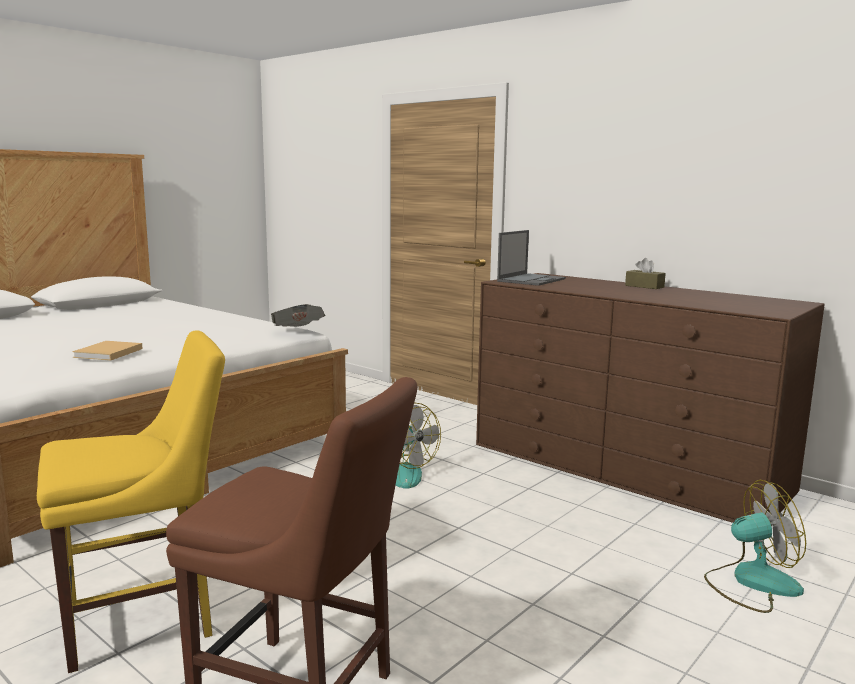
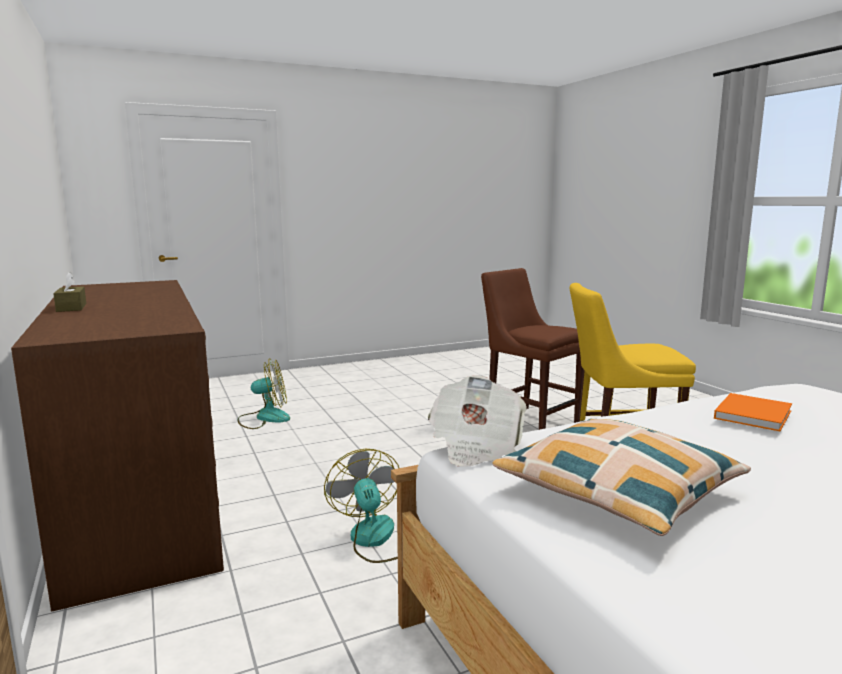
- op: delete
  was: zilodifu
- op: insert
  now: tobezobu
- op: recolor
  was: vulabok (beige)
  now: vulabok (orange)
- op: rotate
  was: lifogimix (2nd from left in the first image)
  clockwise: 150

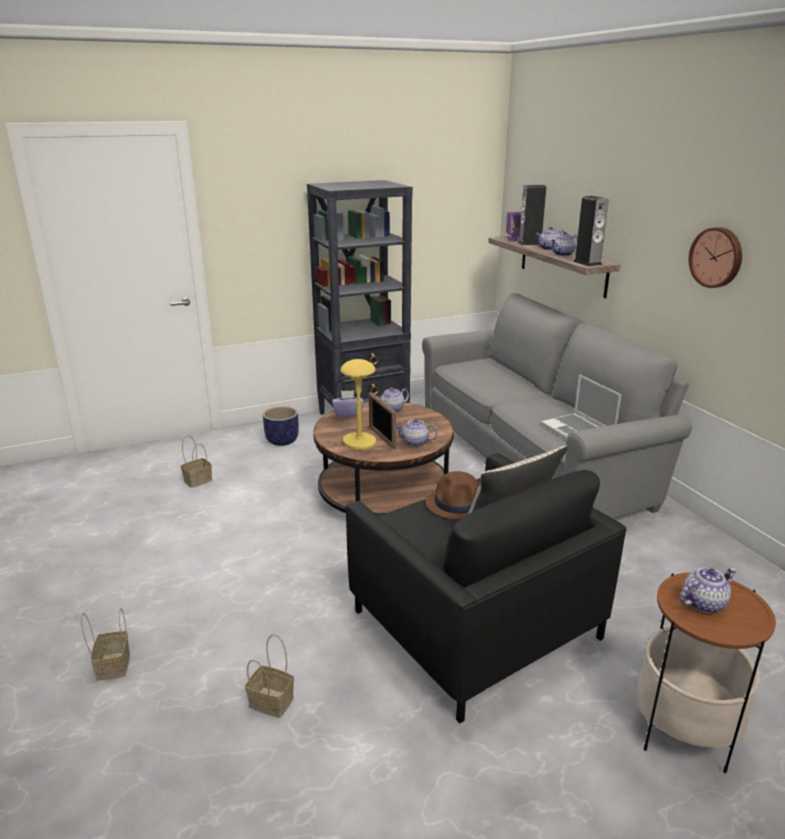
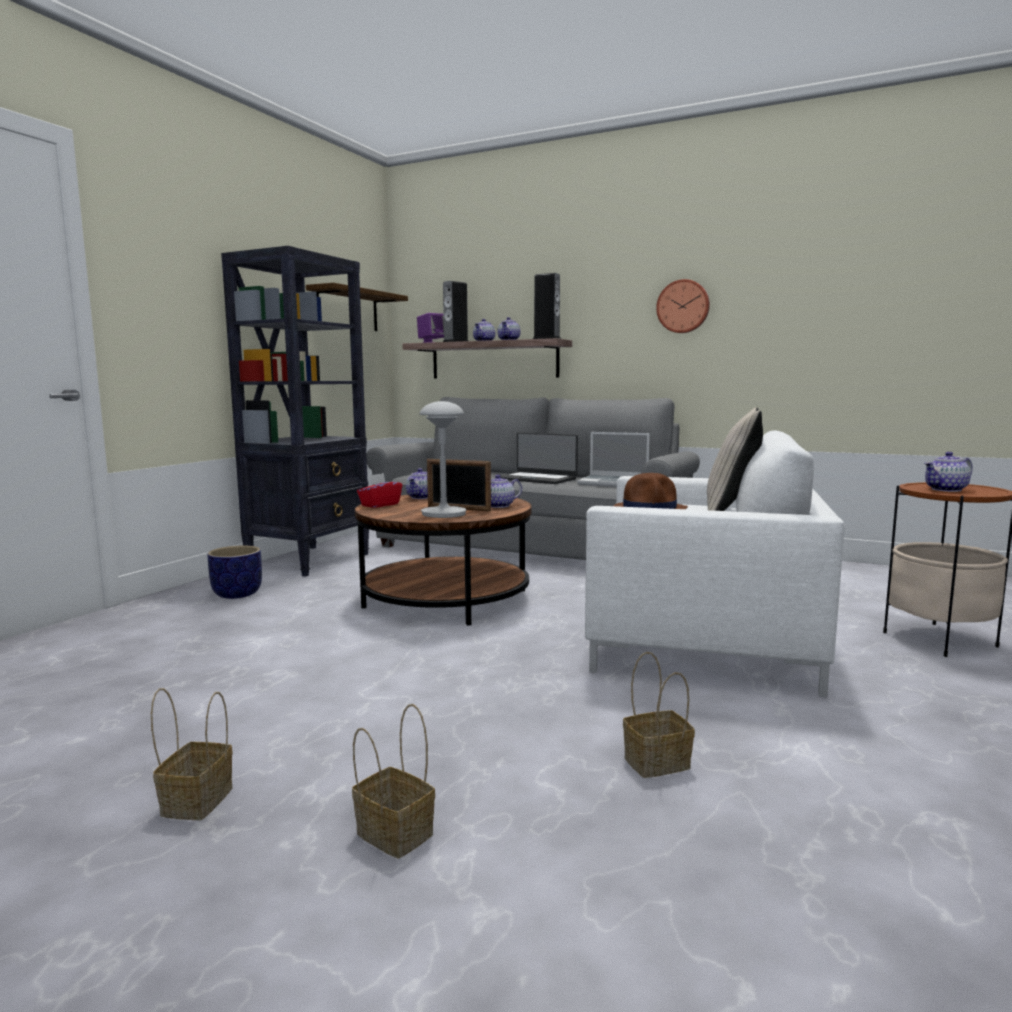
- op: insert
  now: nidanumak (1st from left)
- op: insert
  now: zilodifu (1st from left)
- op: move
  was: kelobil (2nd from left in the first image)
  now: kelobil (1st from left)
- op: recolor
  was: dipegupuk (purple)
  now: dipegupuk (red)
- op: recolor
  was: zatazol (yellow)
  now: zatazol (grey)
- op: recolor
  was: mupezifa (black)
  now: mupezifa (white)
- op: rotate
  was: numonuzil (5th from left)
  clockwise: -135

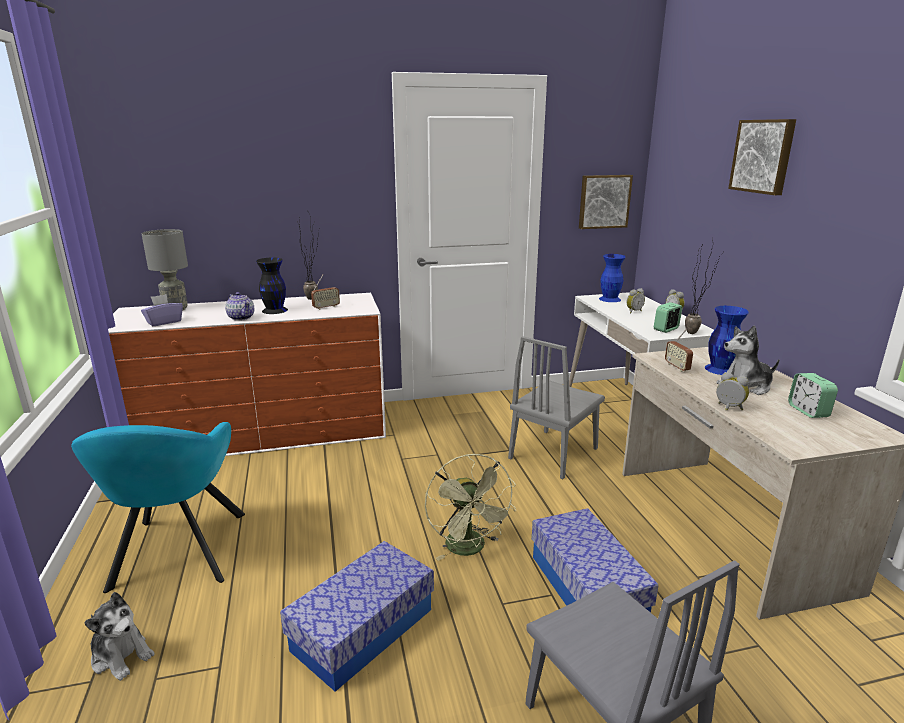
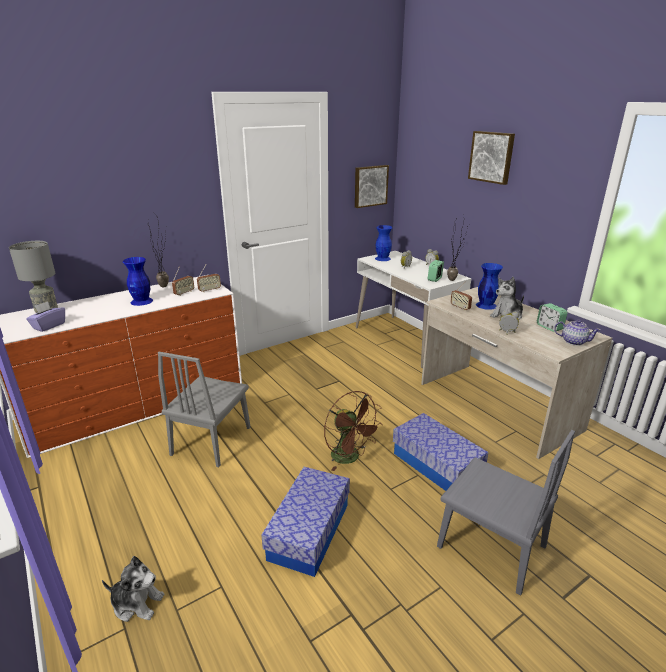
- op: delete
  was: mupezifa (turquoise)
- op: insert
  now: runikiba (2nd from left)
- op: move
  was: numonuzil
- op: move
  was: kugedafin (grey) (1st from left)
- op: recolor
  was: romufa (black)
  now: romufa (blue) (1st from left)
- op: recolor
  was: lifogimix (green)
  now: lifogimix (brown)

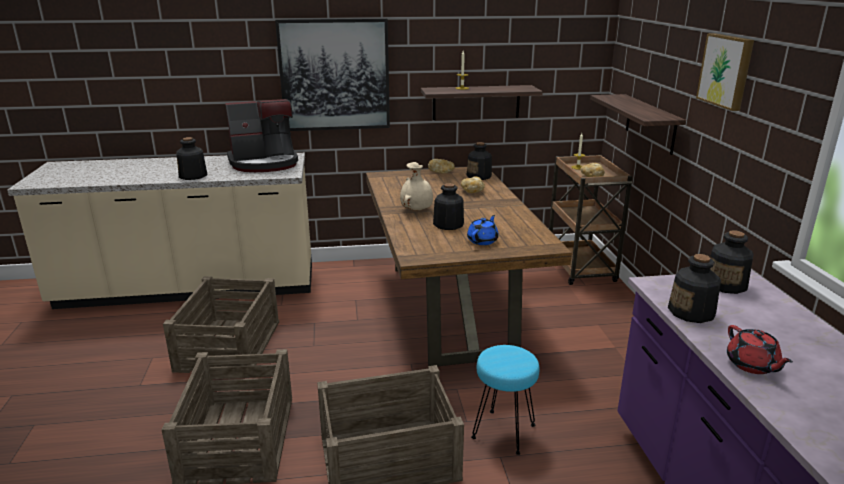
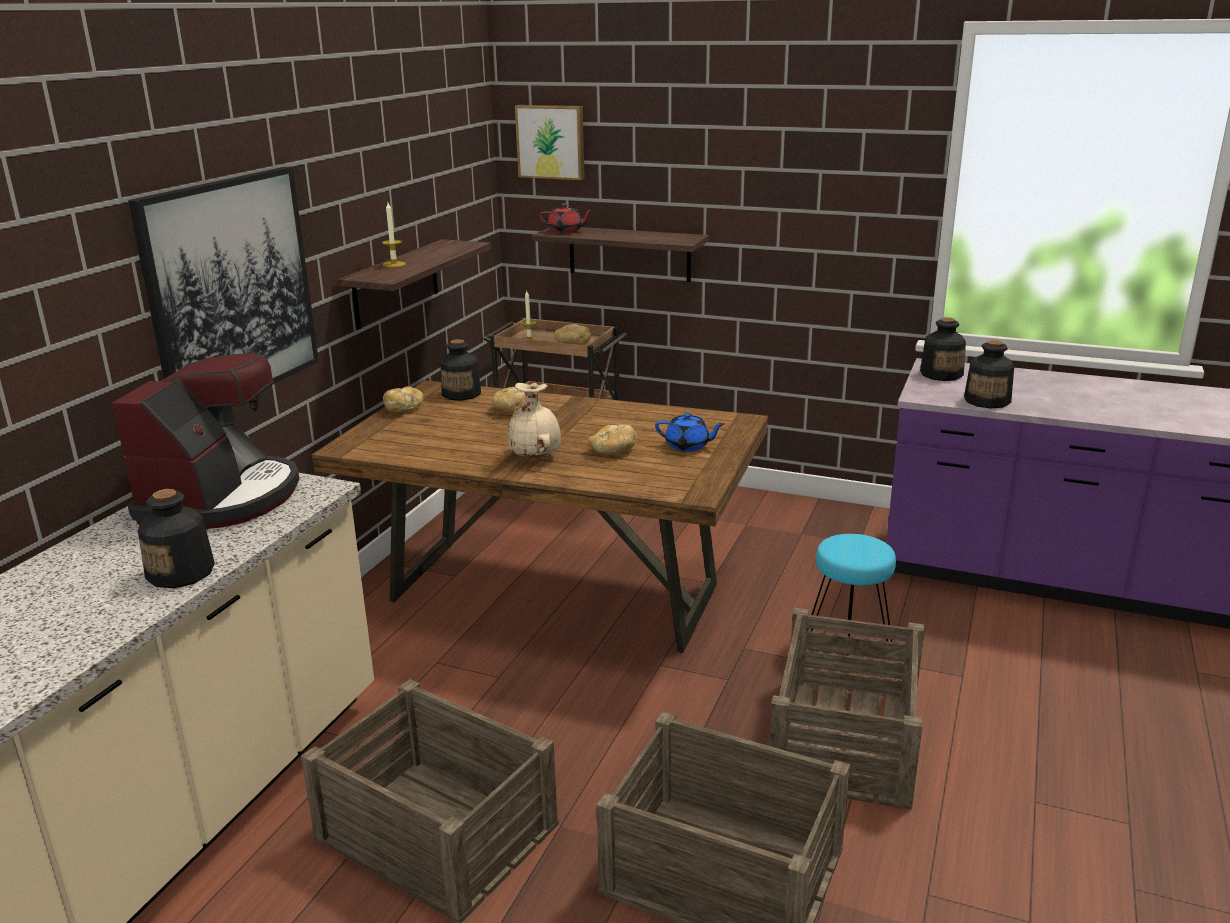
- op: move
  was: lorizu (2nd from left)
- op: move
  was: numonuzil (red)
- op: replace
  was: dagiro (2nd from left)
  now: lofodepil (4th from left)
- op: rotate
  was: numonuzil (blue)
  clockwise: 135

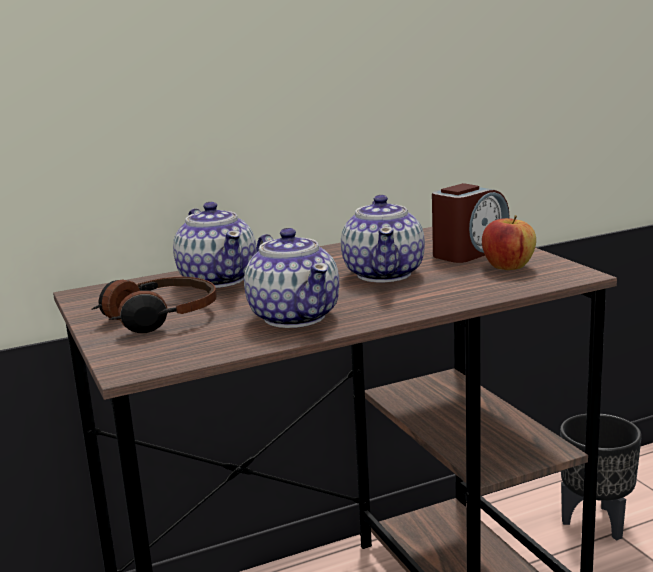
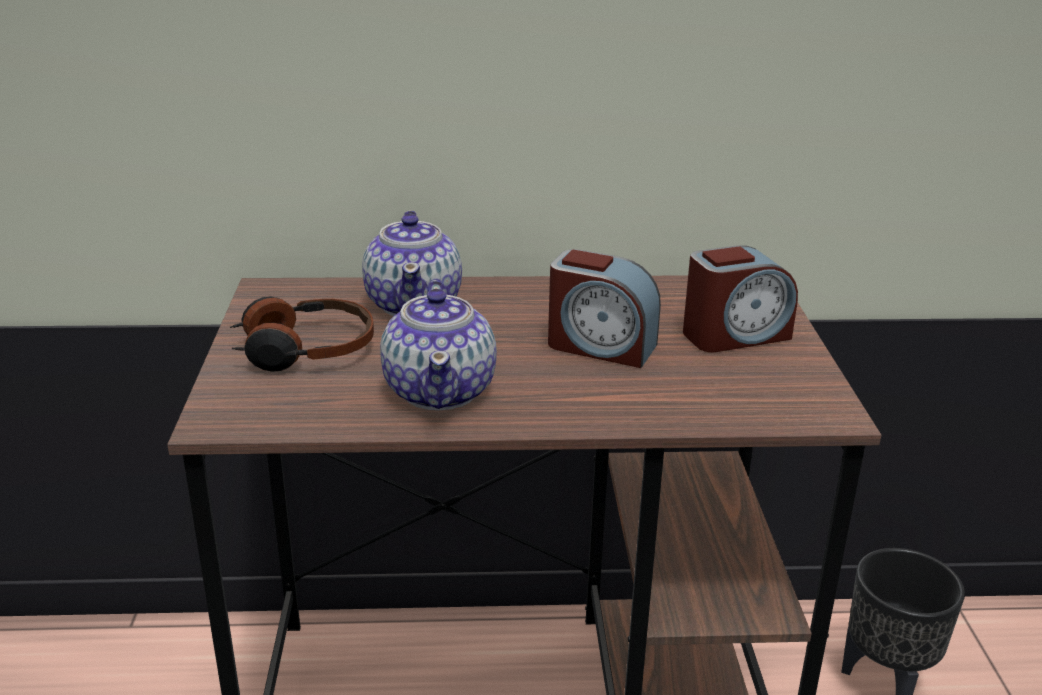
- op: delete
  was: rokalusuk
- op: replace
  was: numonuzil (3rd from left)
  now: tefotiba (1st from left)

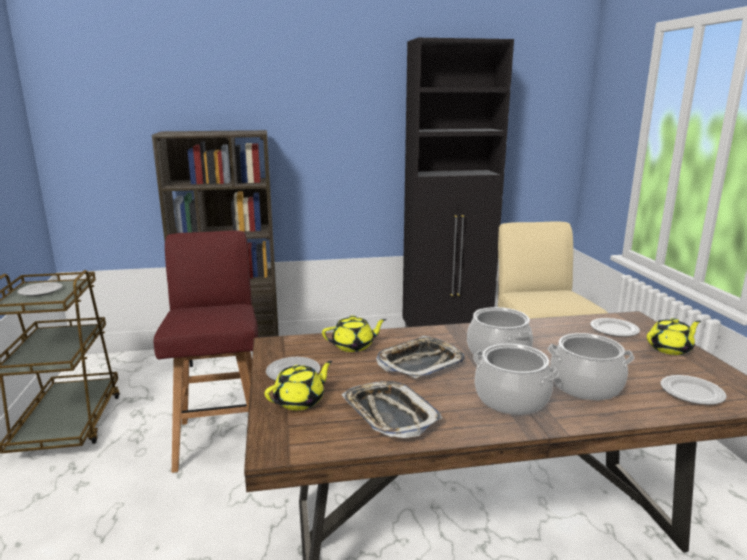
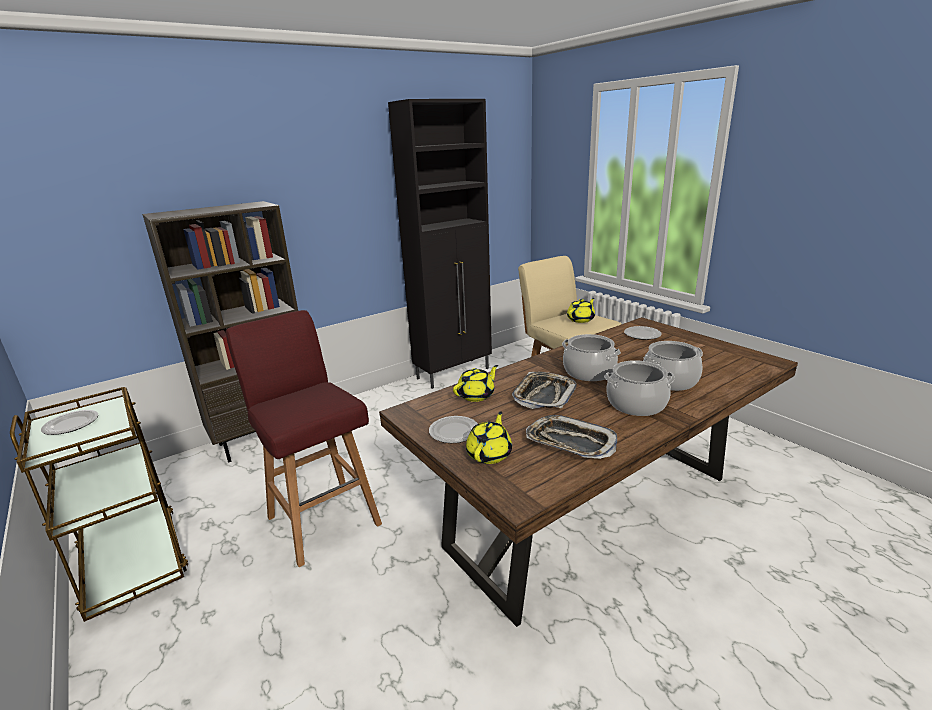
- op: delete
  was: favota (4th from left)
- op: move
  was: numonuzil (yellow) (3rd from left)

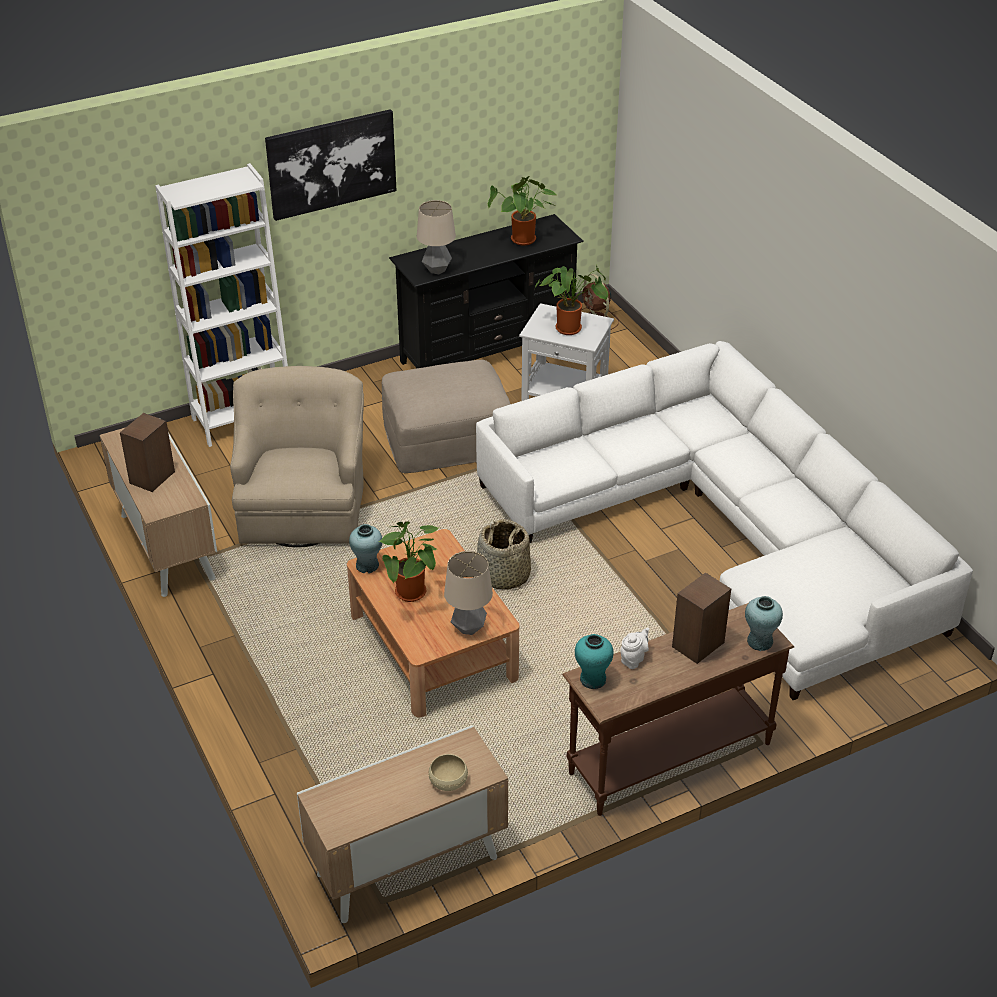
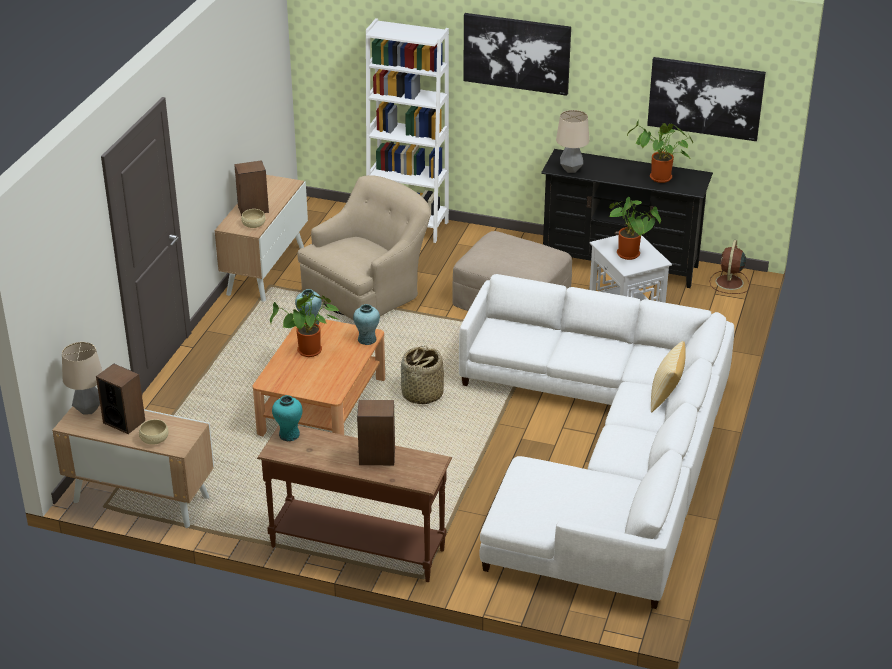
- op: delete
  was: numonuzil (white)
- op: insert
  now: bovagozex (1st from left)
- op: insert
  now: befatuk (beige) (2nd from left)
- op: insert
  now: lorizu (2nd from left)
- op: insert
  now: tobezobu
- op: move
  was: zatazol (2nd from left in the first image)
  now: zatazol (1st from left)
- op: move
  was: romufa (turquoise) (3rd from left)

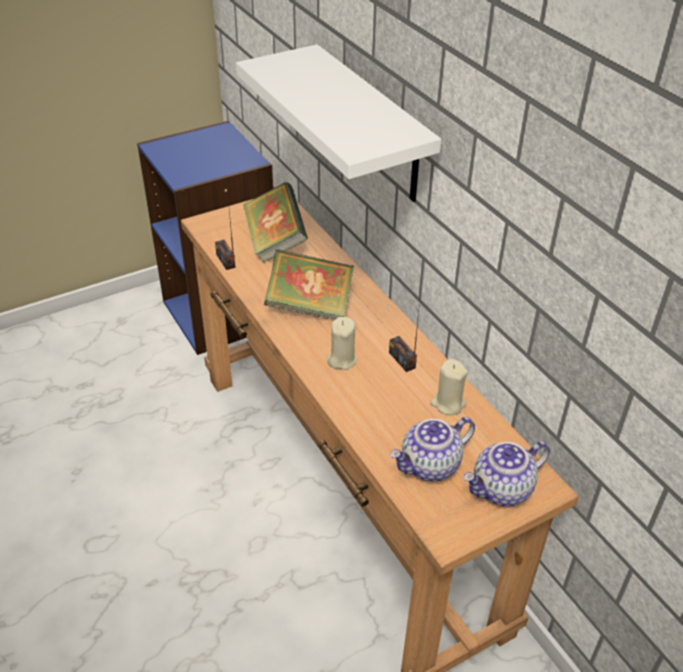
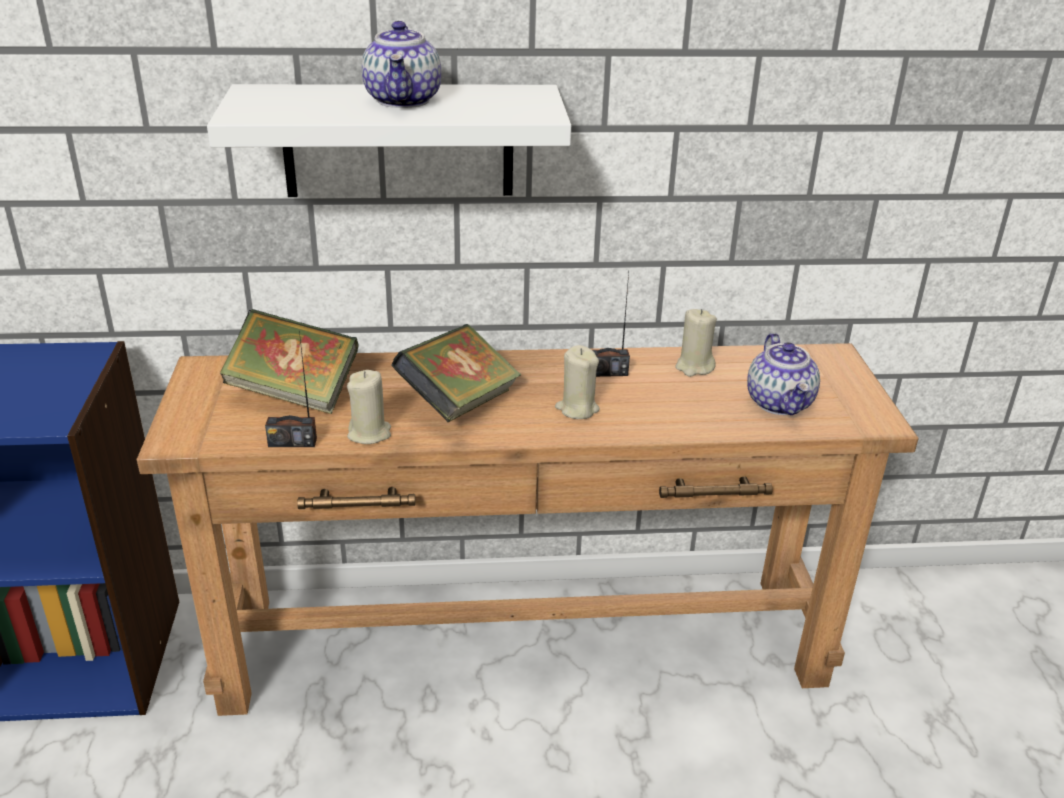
- op: insert
  now: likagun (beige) (1st from left)
- op: move
  was: numonuzil (2nd from left in the first image)
  now: numonuzil (1st from left)

